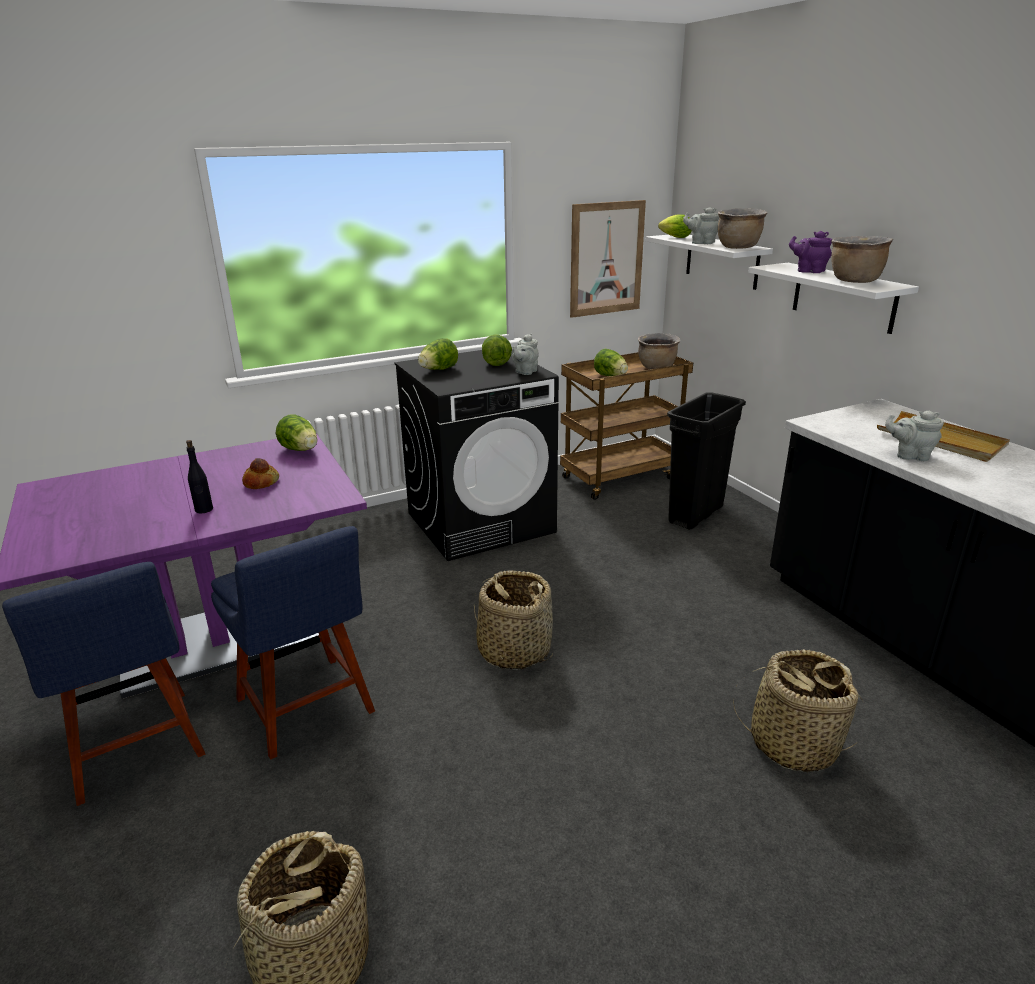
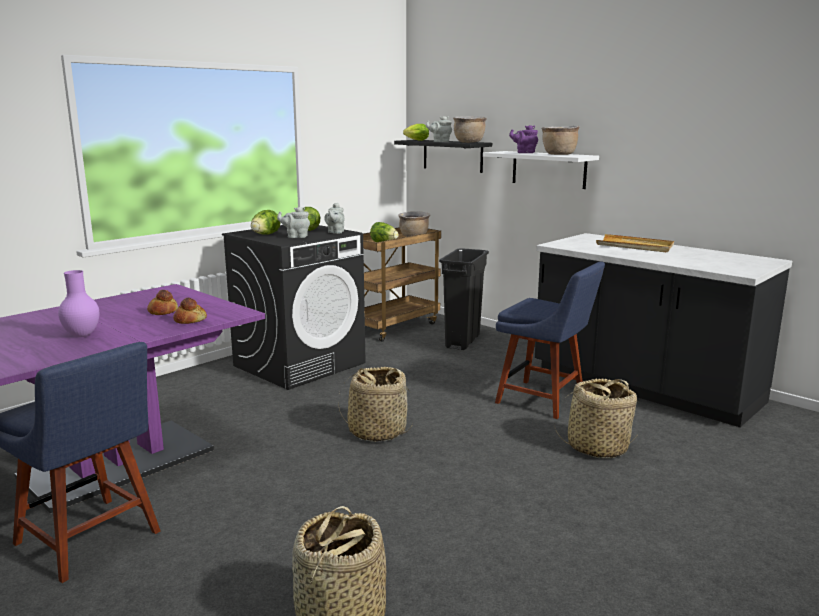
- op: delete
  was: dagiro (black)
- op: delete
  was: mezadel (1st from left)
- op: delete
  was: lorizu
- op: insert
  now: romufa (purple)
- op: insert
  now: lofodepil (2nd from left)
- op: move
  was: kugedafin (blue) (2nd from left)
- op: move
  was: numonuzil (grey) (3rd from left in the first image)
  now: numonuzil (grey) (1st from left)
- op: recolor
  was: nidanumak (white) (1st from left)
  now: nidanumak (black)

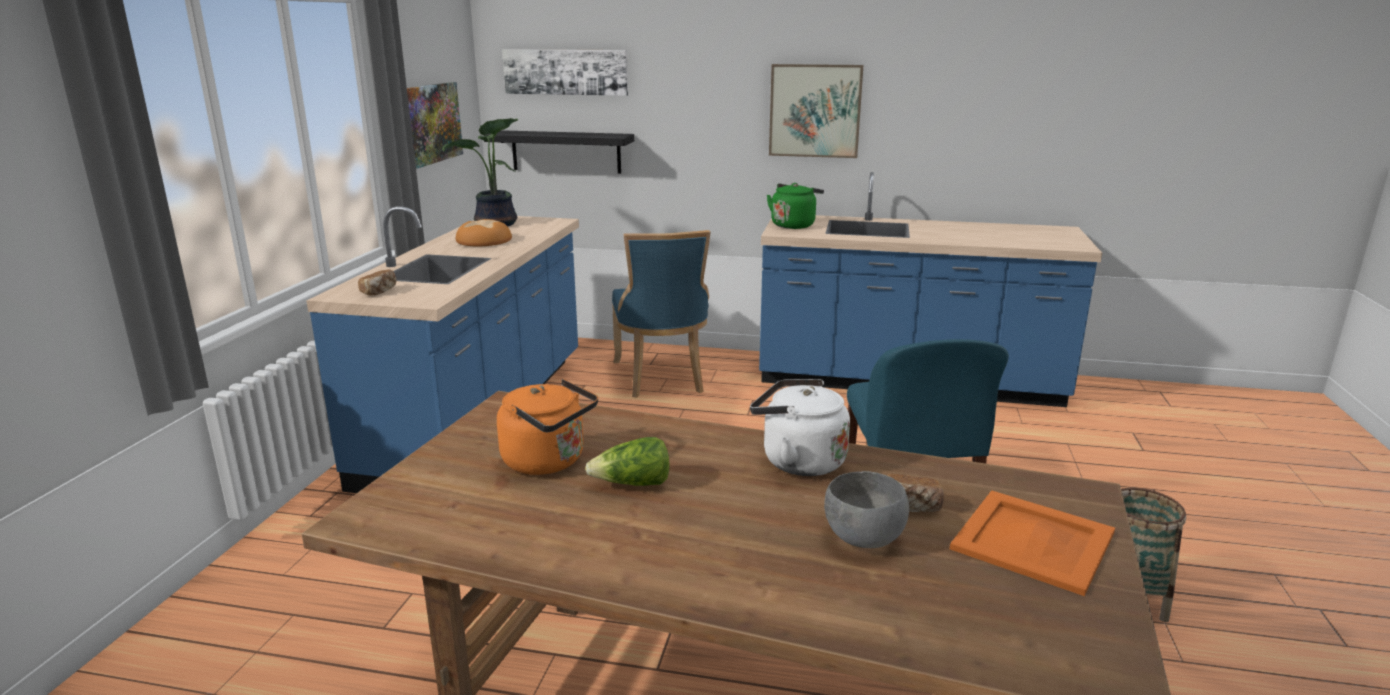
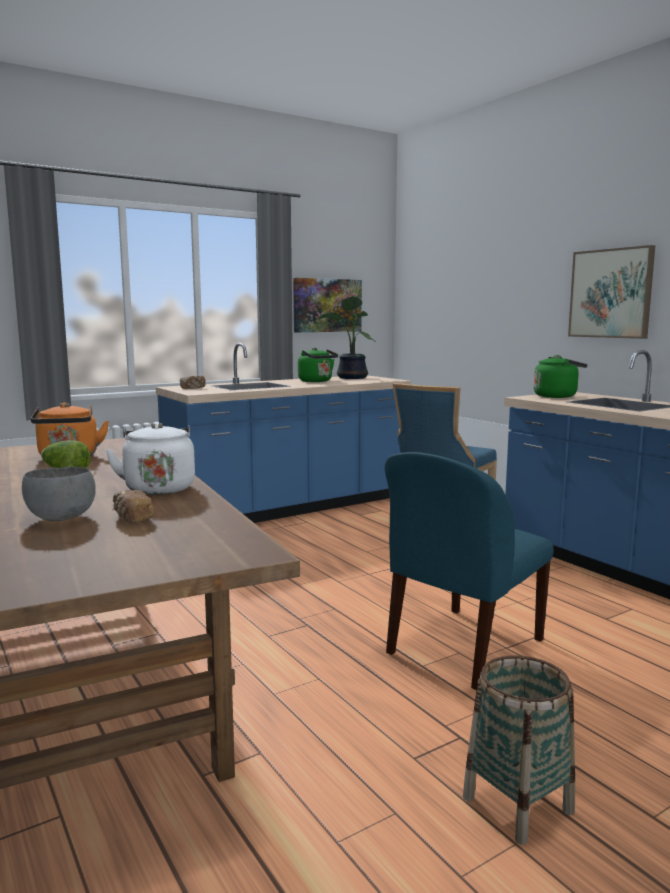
- op: delete
  was: nidanumak (black)
- op: delete
  was: lorizu (2nd from left)
- op: delete
  was: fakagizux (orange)
- op: replace
  was: lofodepil (2nd from left)
  now: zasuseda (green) (1st from left)

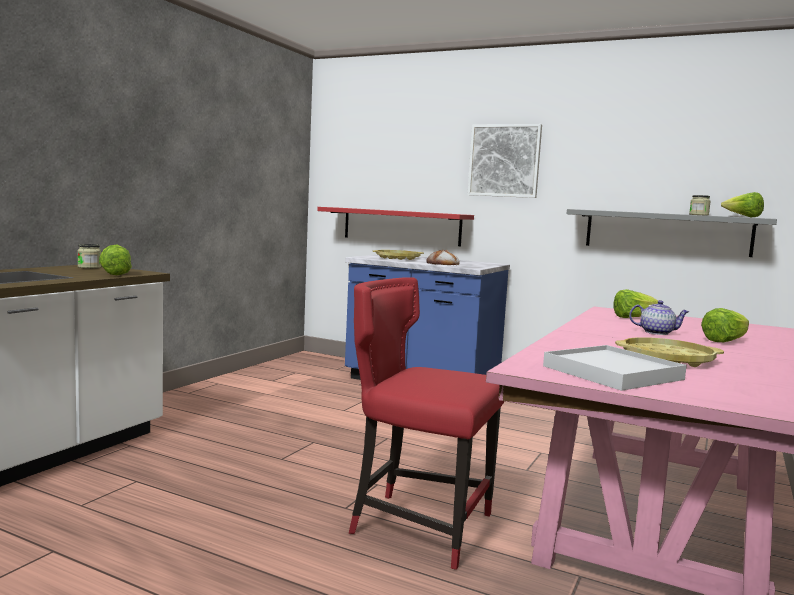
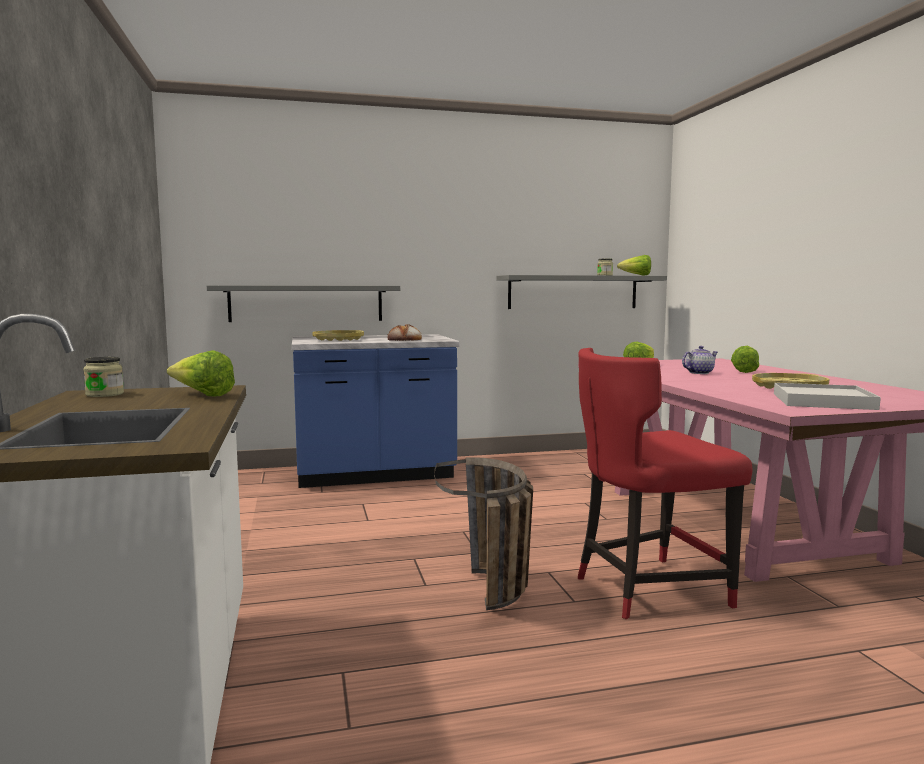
- op: delete
  was: lorizu
- op: insert
  now: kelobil
- op: recolor
  was: nidanumak (red)
  now: nidanumak (grey) (1st from left)

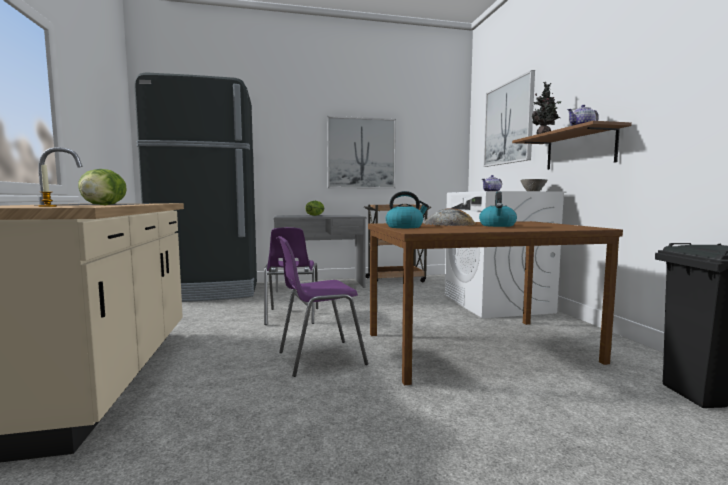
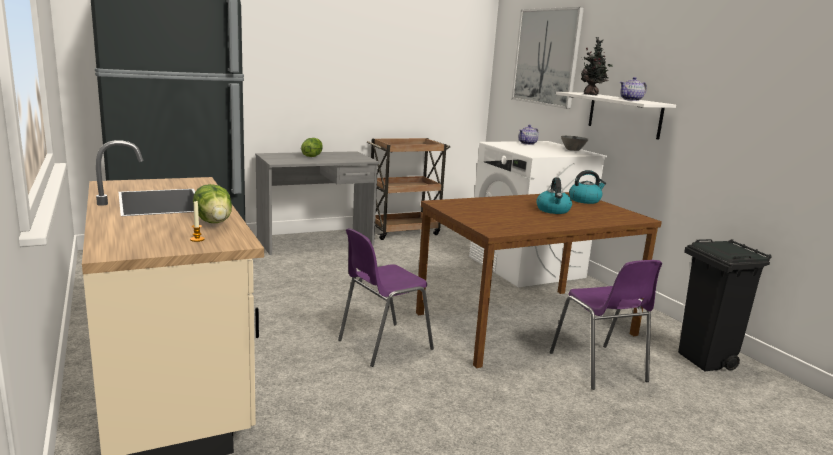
- op: delete
  was: lorizu (1st from left)
- op: delete
  was: lofodepil
- op: move
  was: kugedafin (purple) (1st from left in the first image)
  now: kugedafin (purple) (2nd from left)
- op: move
  was: zasuseda (1st from left in the first image)
  now: zasuseda (2nd from left)
- op: recolor
  was: nidanumak (brown)
  now: nidanumak (white)

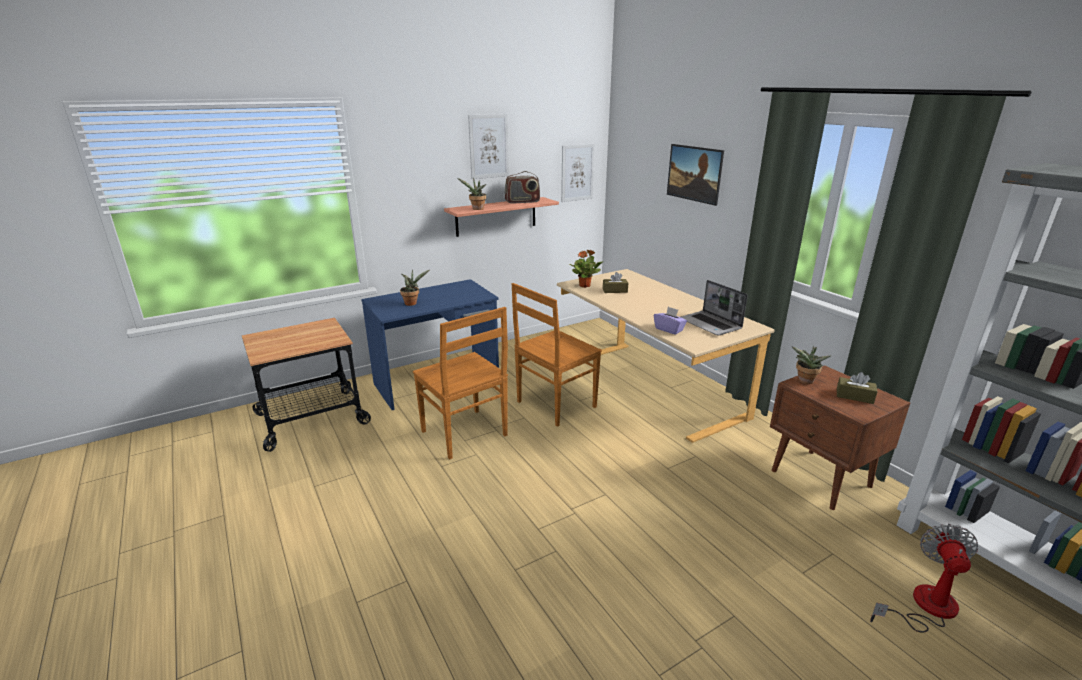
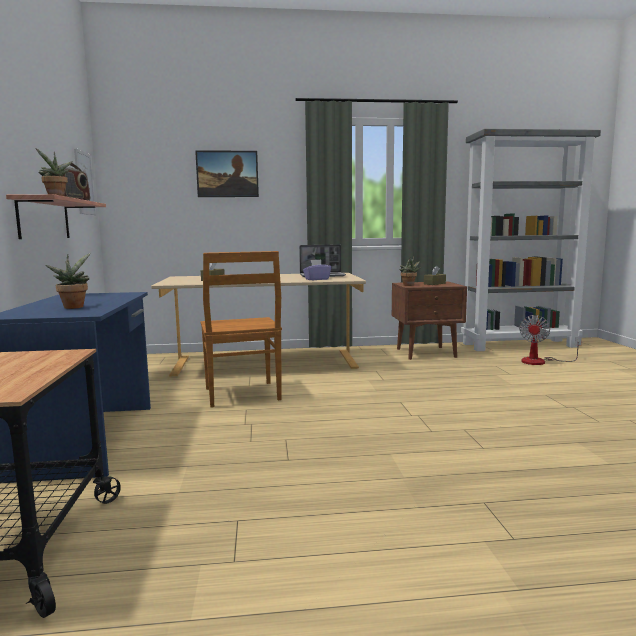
- op: delete
  was: kugedafin (brown) (1st from left)
- op: delete
  was: lorizu (1st from left)
- op: delete
  was: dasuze (3rd from left)
- op: rotate
  was: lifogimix
  clockwise: -105

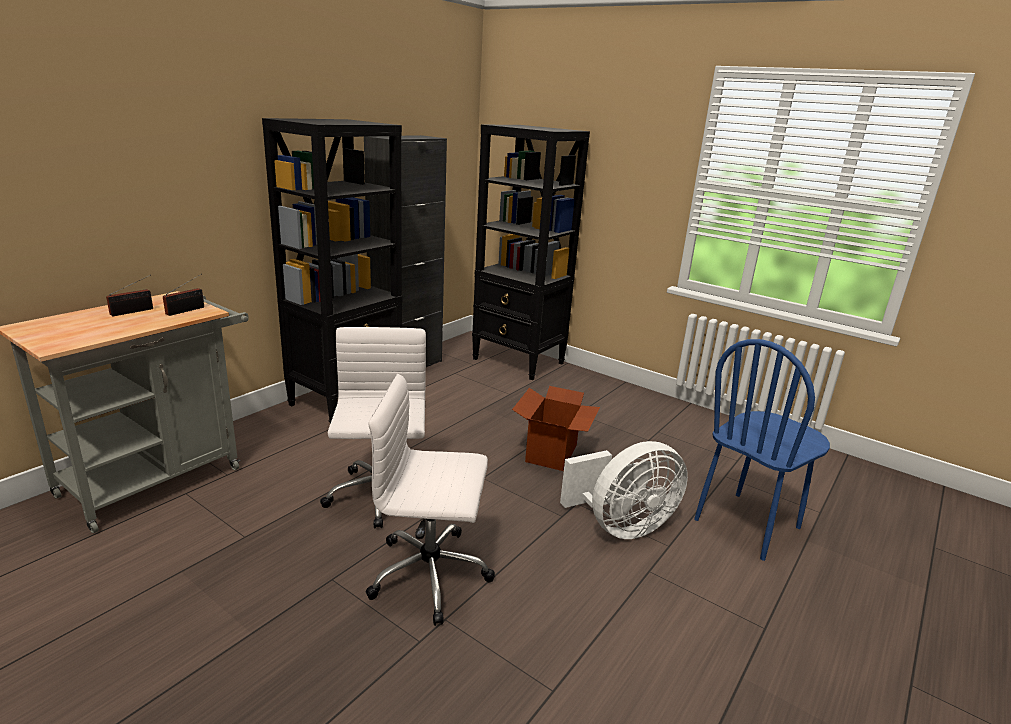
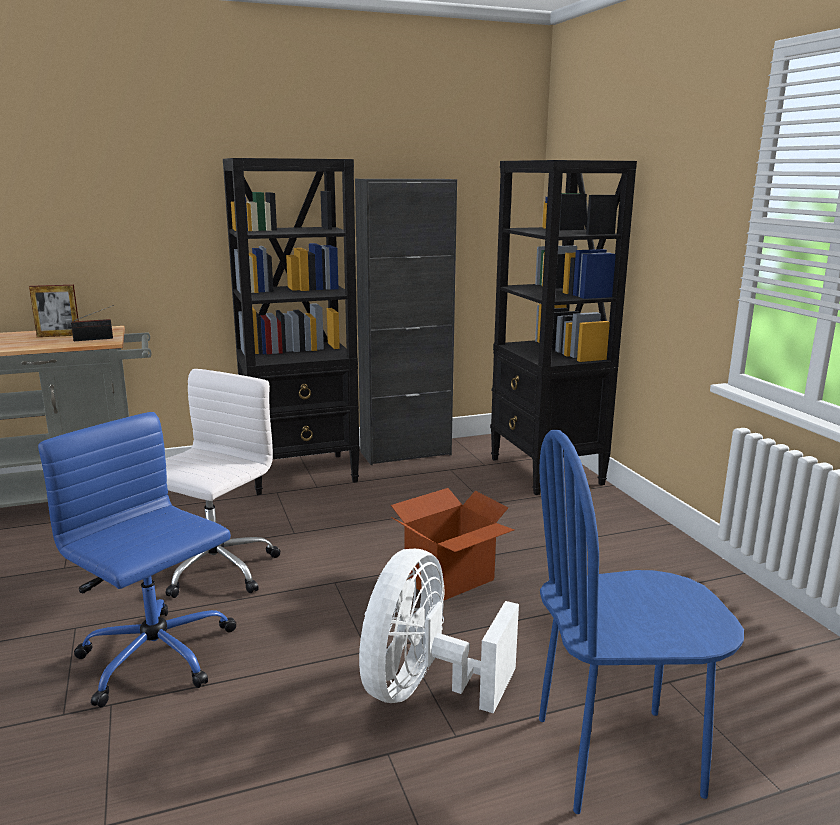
- op: replace
  was: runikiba (1st from left)
  now: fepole
- op: recolor
  was: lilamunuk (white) (2nd from left)
  now: lilamunuk (blue)
- op: rotate
  was: lifogimix (white)
  clockwise: 105

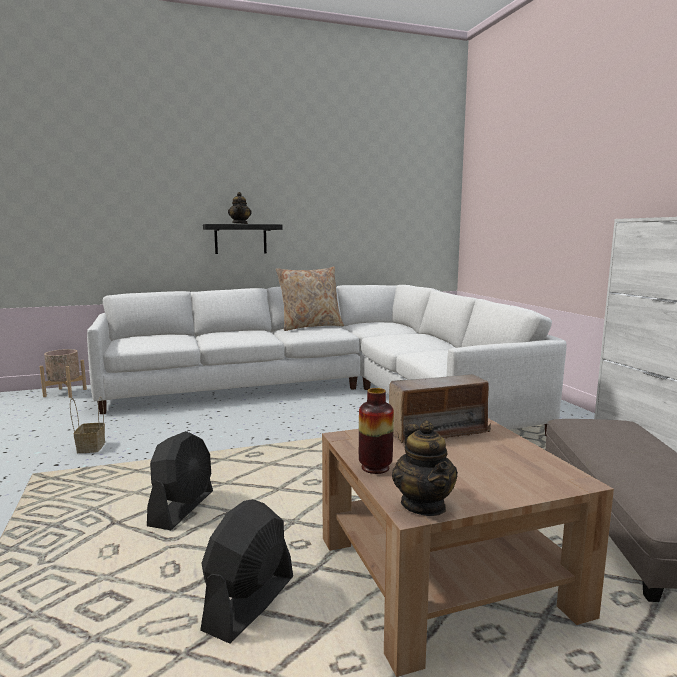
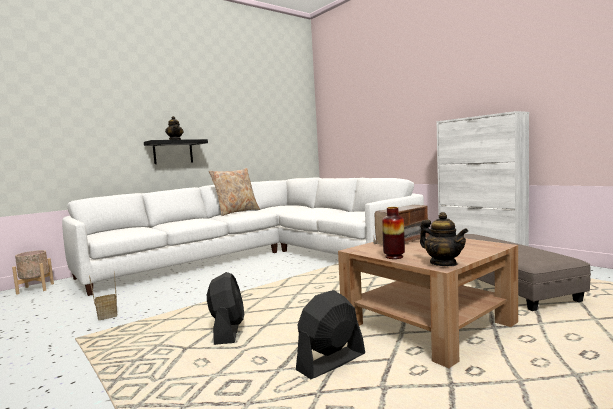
- op: rotate
  was: lifogimix (black) (2nd from left)
  clockwise: 45

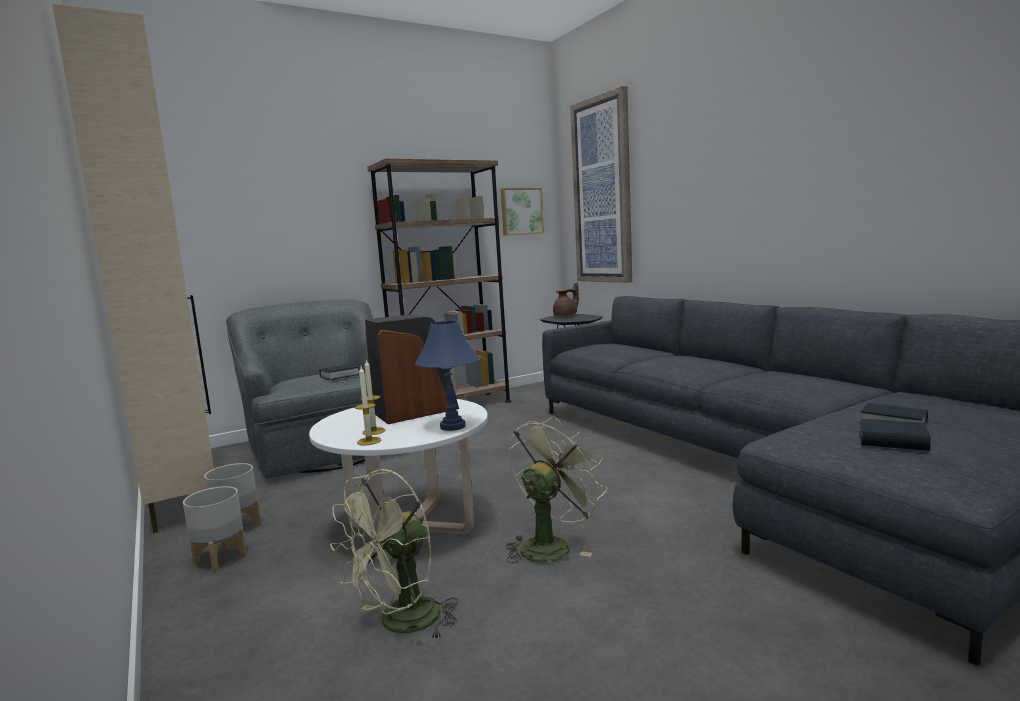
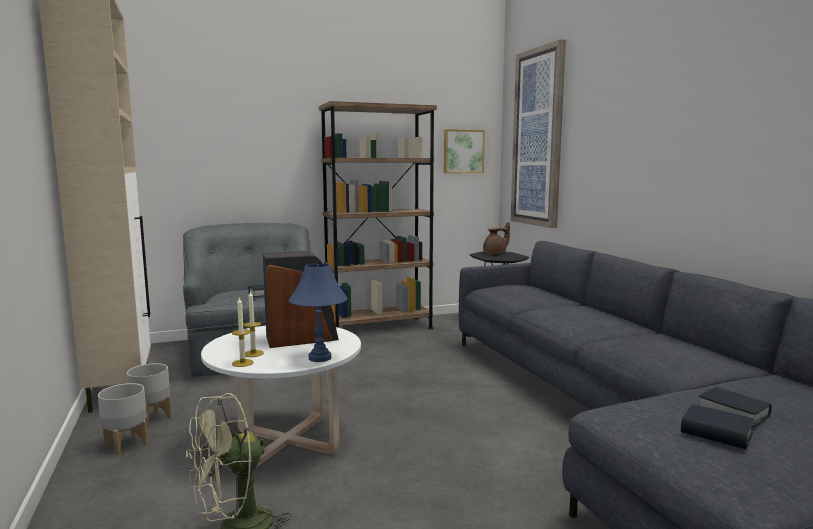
- op: delete
  was: lifogimix (green) (2nd from left)

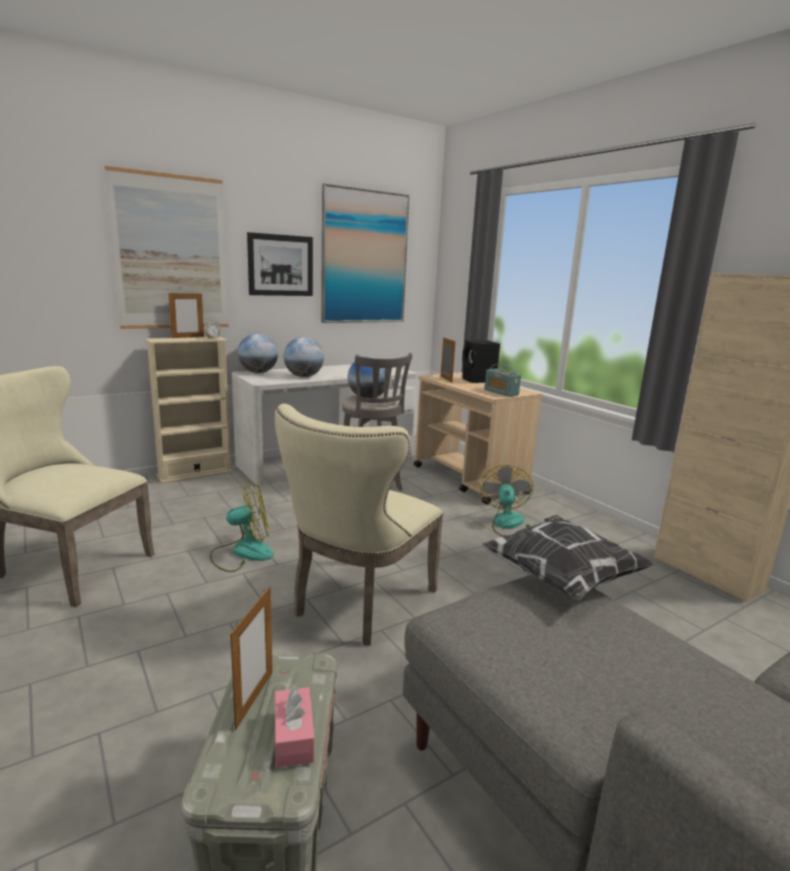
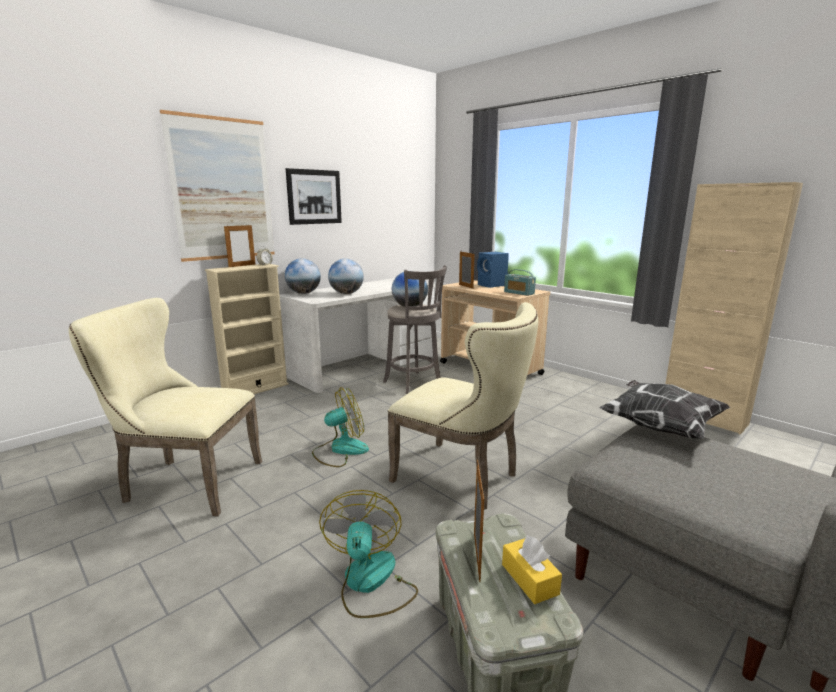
- op: delete
  was: lorizu (3rd from left)
- op: move
  was: lifogimix (2nd from left)
- op: recolor
  was: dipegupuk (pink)
  now: dipegupuk (yellow)
- op: recolor
  was: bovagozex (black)
  now: bovagozex (blue)
- op: rotate
  was: kugedafin (beige) (2nd from left)
  clockwise: -75

